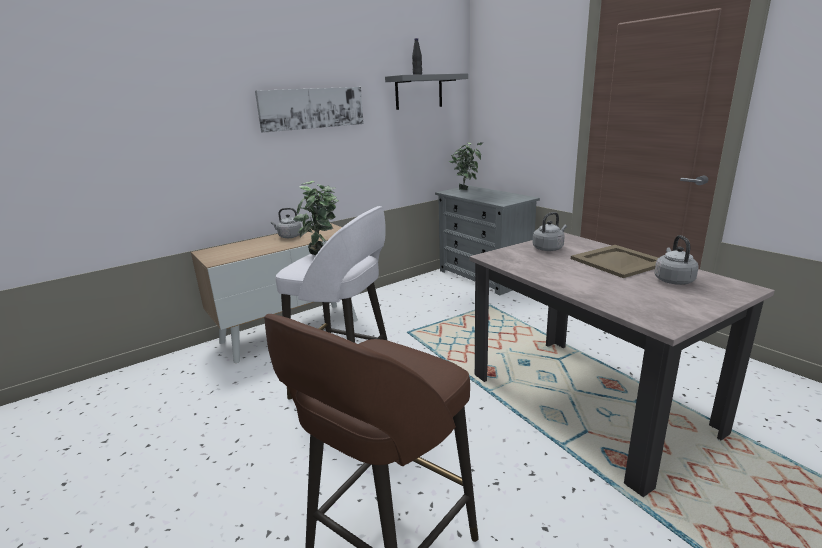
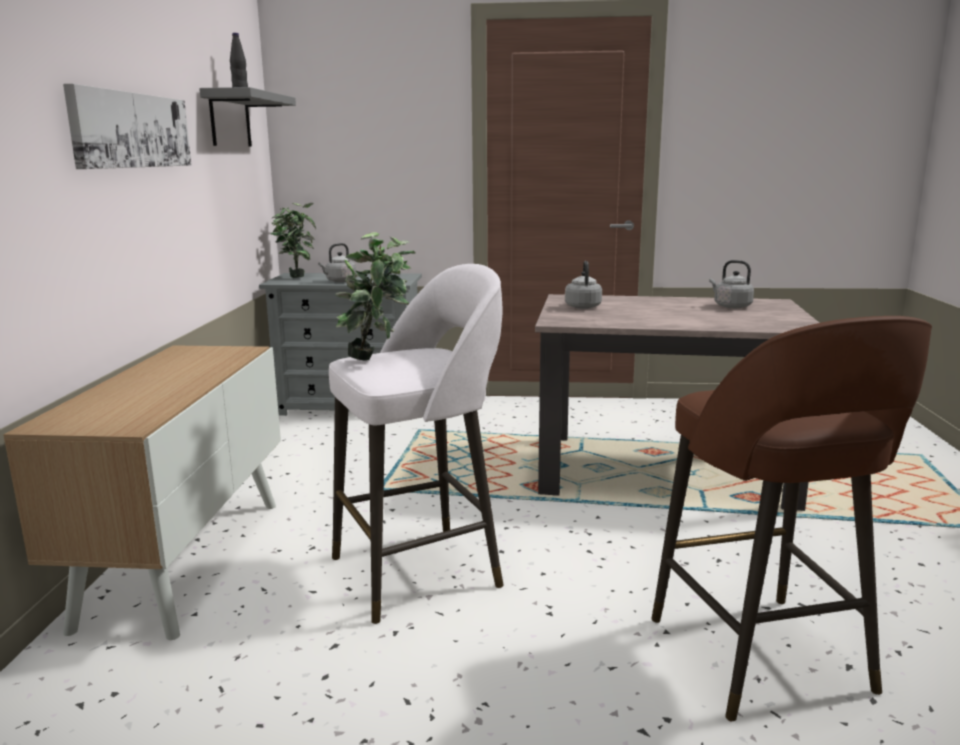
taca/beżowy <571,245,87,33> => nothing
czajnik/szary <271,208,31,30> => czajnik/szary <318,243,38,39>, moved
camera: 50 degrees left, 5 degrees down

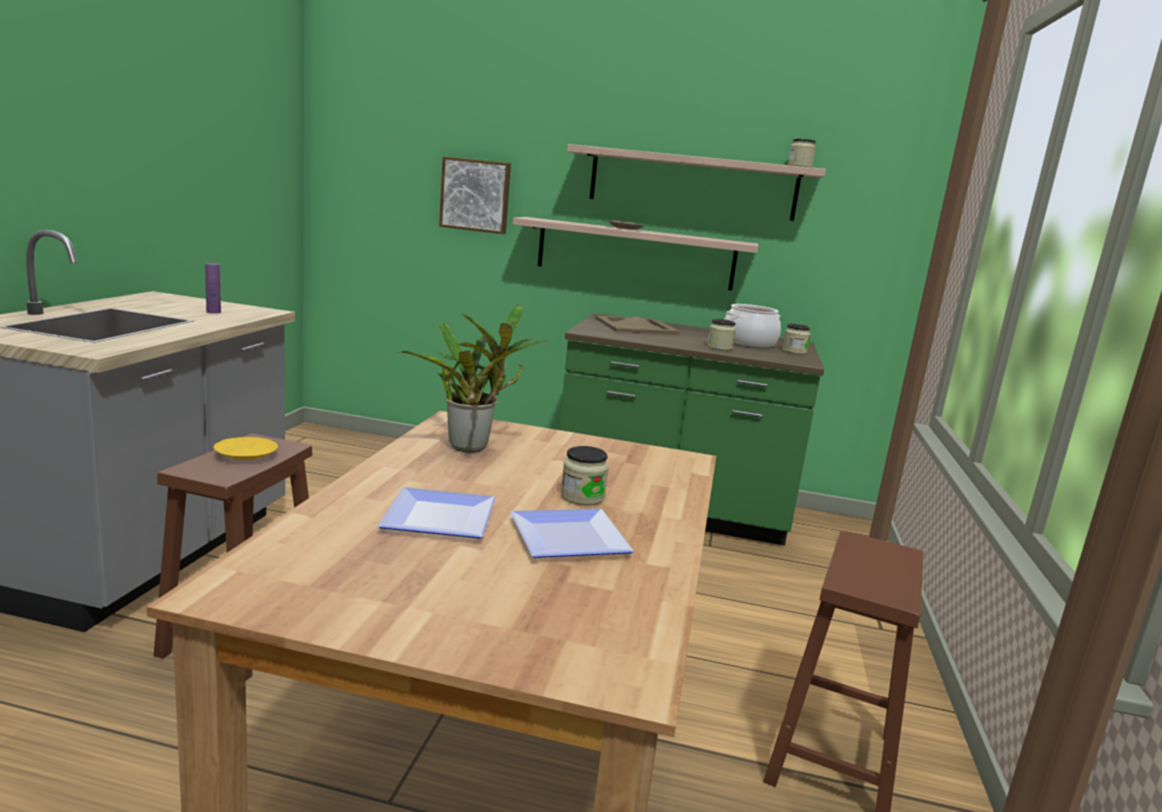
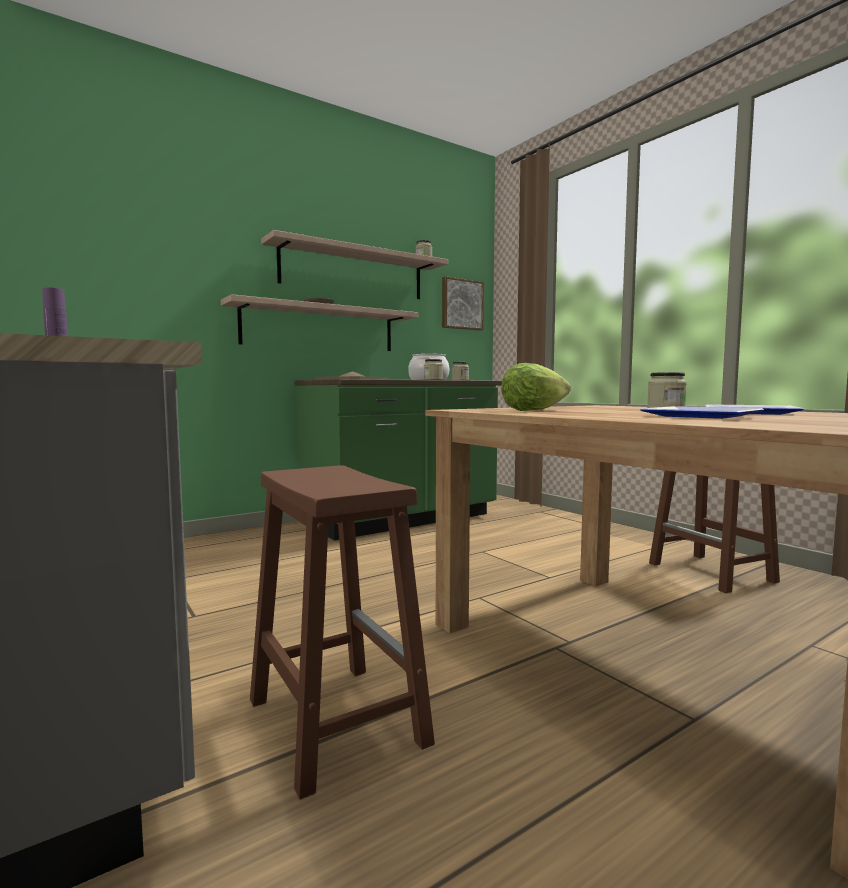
talerz/żółty <213,437,65,23> => nothing
obraz <439,156,72,78> => obraz <442,276,42,55>, moved
roślina doniczkowa <398,305,150,148> => sałata <501,363,69,48>
camera: 45 degrees left, 10 degrees down

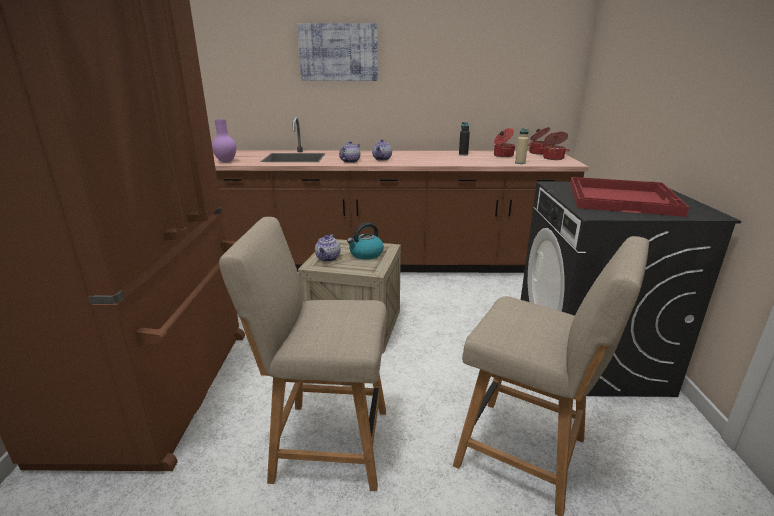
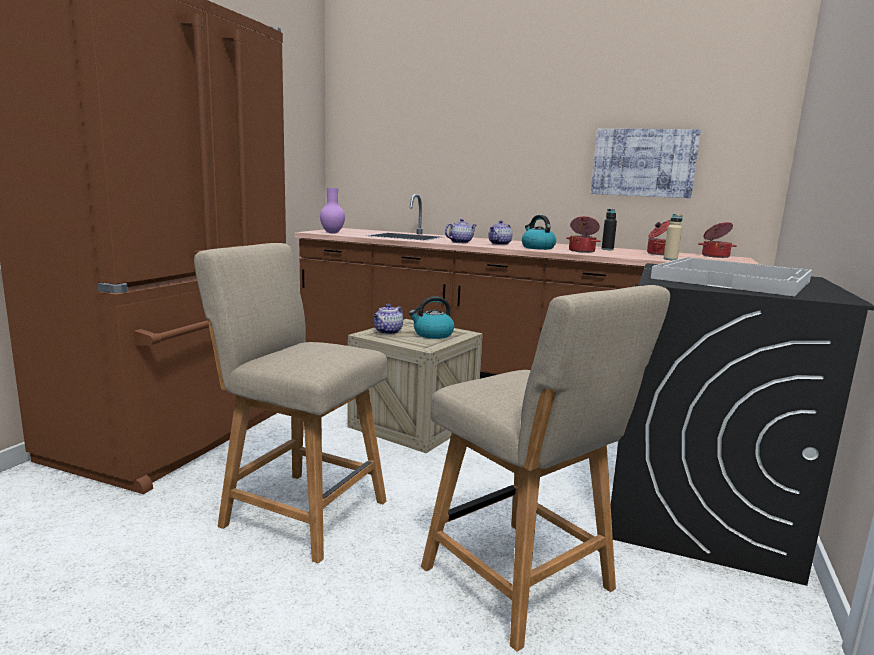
nothing => czajnik <522,215,34,35>
obraz <297,23,81,58> => obraz <591,129,110,69>, moved
garnek <540,132,30,28> => garnek <566,216,34,37>, moved
taca/czerwony <570,177,119,40> => taca/biały <651,257,161,39>
camera: 20 degrees right, 10 degrees down

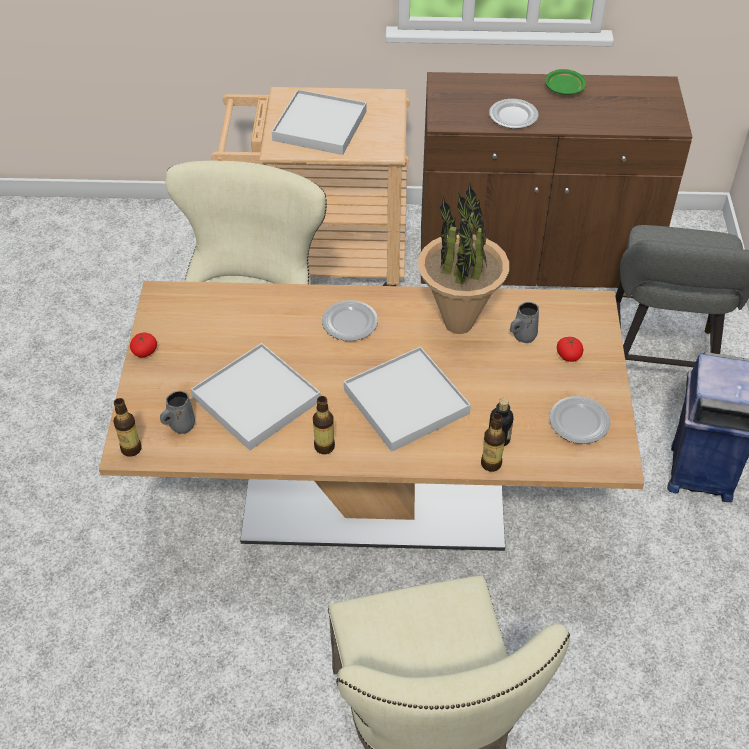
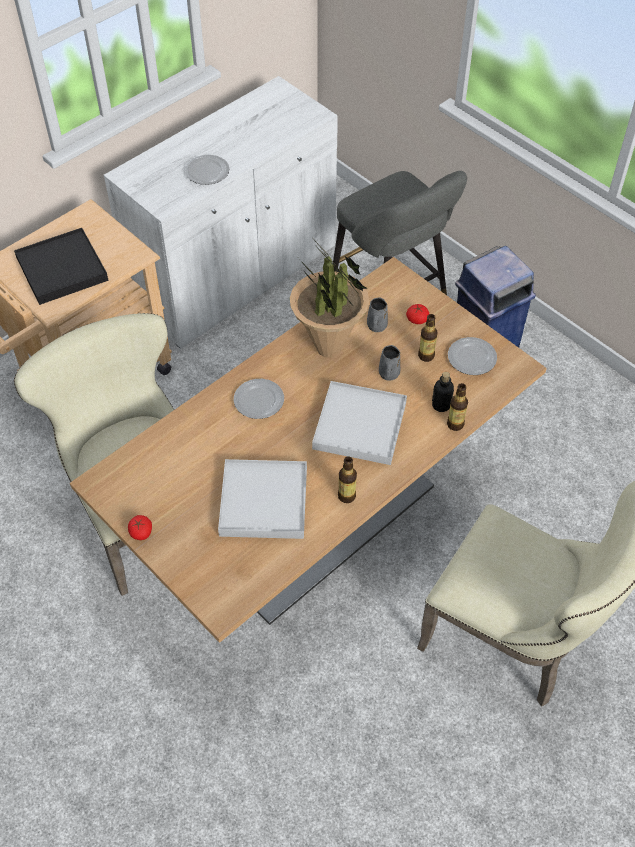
talerz/zielony <545,69,41,26> => nothing
butelka <113,398,28,59> => butelka <418,314,20,48>, moved
kubek/szary <160,391,35,43> => kubek/szary <379,345,21,36>, moved
taca/biały <272,90,94,65> => taca/czarny <14,228,95,77>
szafka/brązowy <421,72,271,216> => szafka/biały <104,76,234,272>
camera: 45 degrees left, 5 degrees up

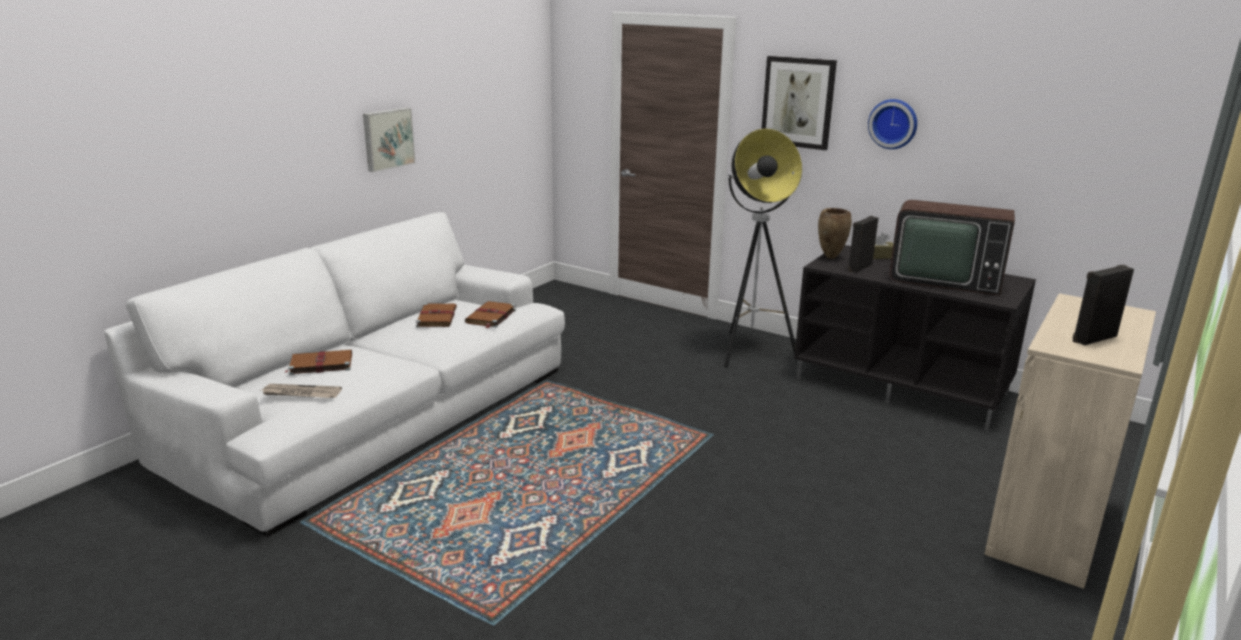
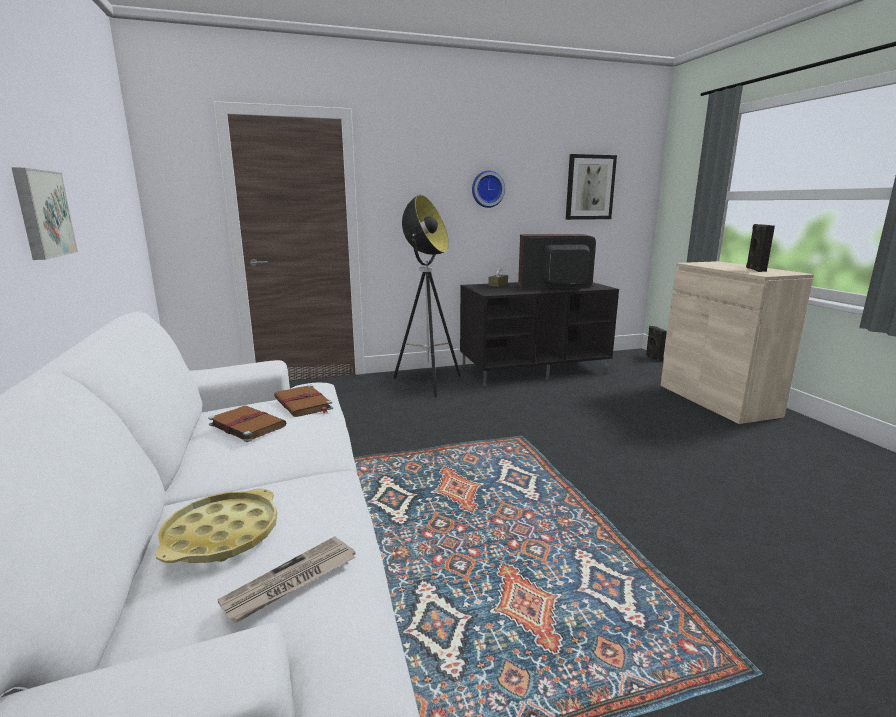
wazon/brązowy <818,208,33,51> => nothing
obraz <762,56,75,94> => obraz <566,154,51,66>, moved
głośnik/czarny <848,216,30,57> => głośnik/czarny <646,326,21,36>, moved
książka/brązowy <286,350,66,25> => taca/żółty <155,488,122,75>
telewizor <890,200,125,96> => telewizor <518,234,78,54>, 150 degrees counterclockwise
camera: 50 degrees left, 5 degrees down

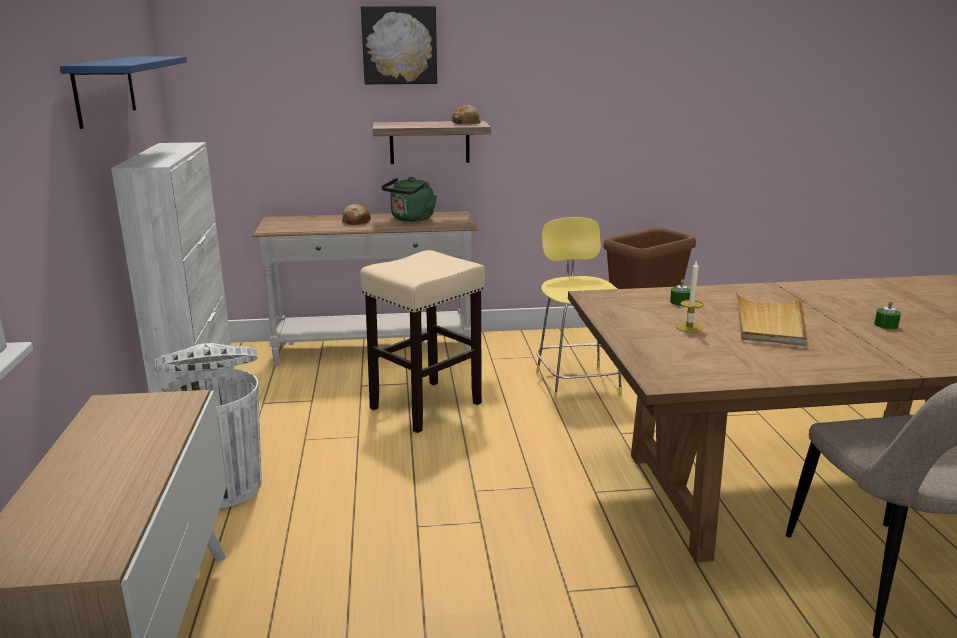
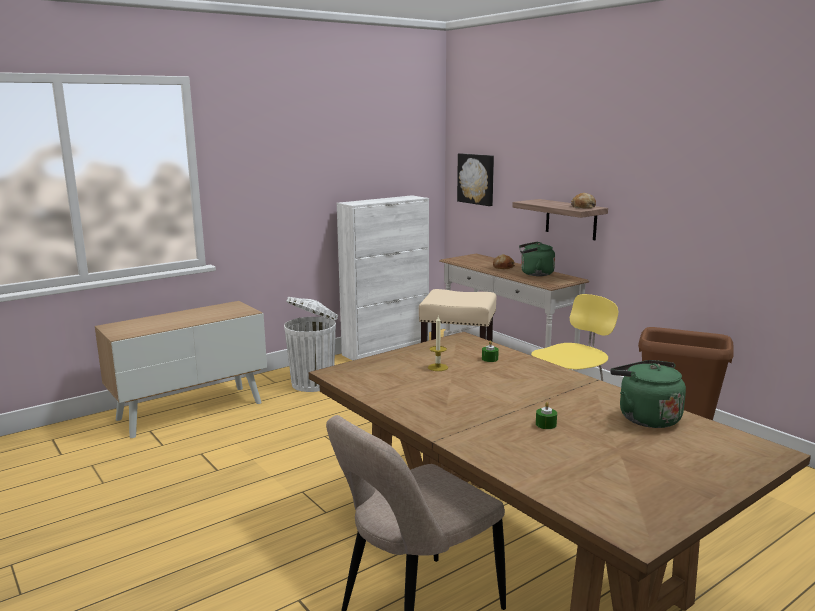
półka/niebieski <60,56,127,73> => nothing
taca/beżowy <736,291,71,55> => nothing
nothing => czajnik/zielony <610,360,76,68>
obraz <361,6,76,78> => obraz <457,153,37,53>, moved
camera: 60 degrees right, 5 degrees down

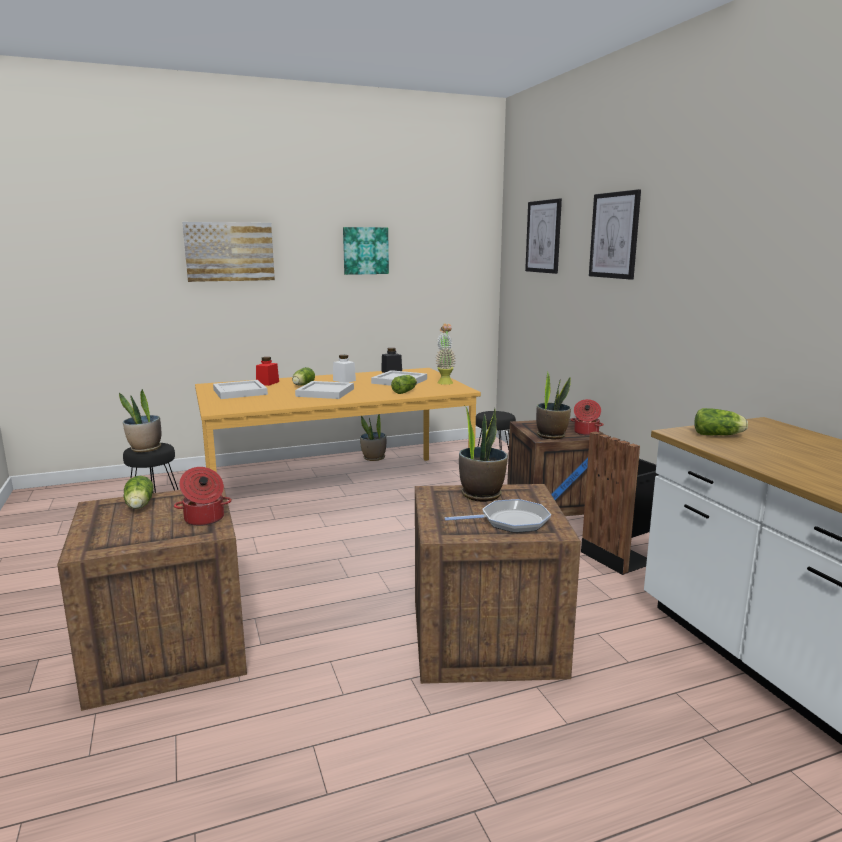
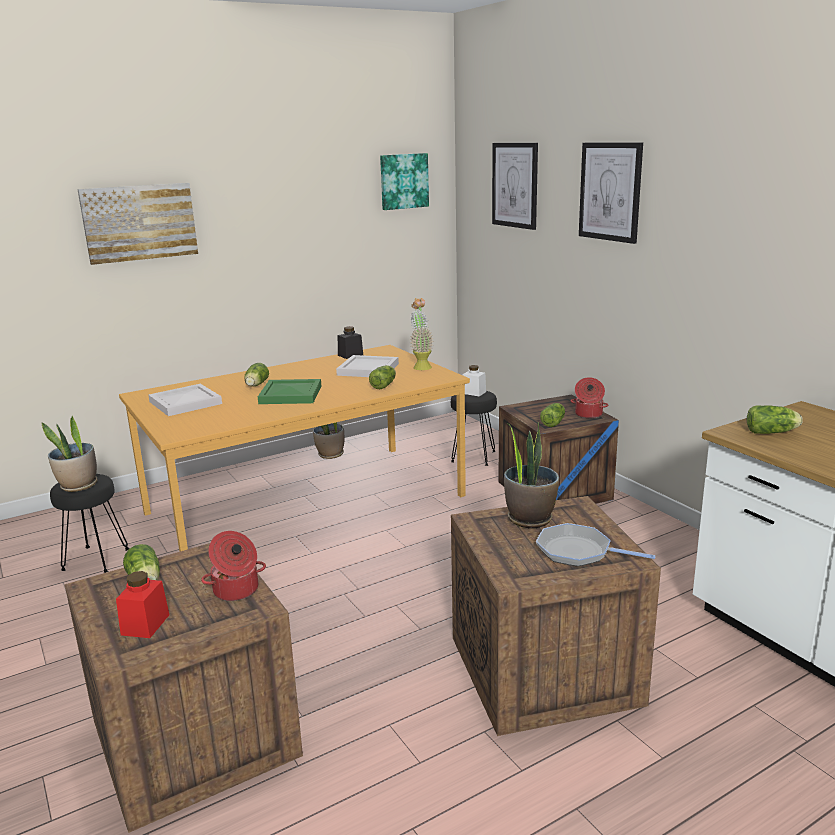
kosz na śmieci/czarny <581,431,78,144> => nothing
słoik/czerwony <256,357,23,29> => słoik/czerwony <116,571,54,67>, moved
słoik/biały <333,355,23,28> => słoik/biały <463,365,23,31>, moved
obraz <343,227,46,48> => obraz <380,153,49,57>, moved
roślina doniczkowa <536,371,35,68> => sałata <540,403,25,24>
taca/biały <295,381,59,18> => taca/zielony <258,379,63,25>
patelnia <444,499,107,34> => patelnia <536,523,120,43>, 135 degrees counterclockwise
camera: 10 degrees left, 5 degrees up

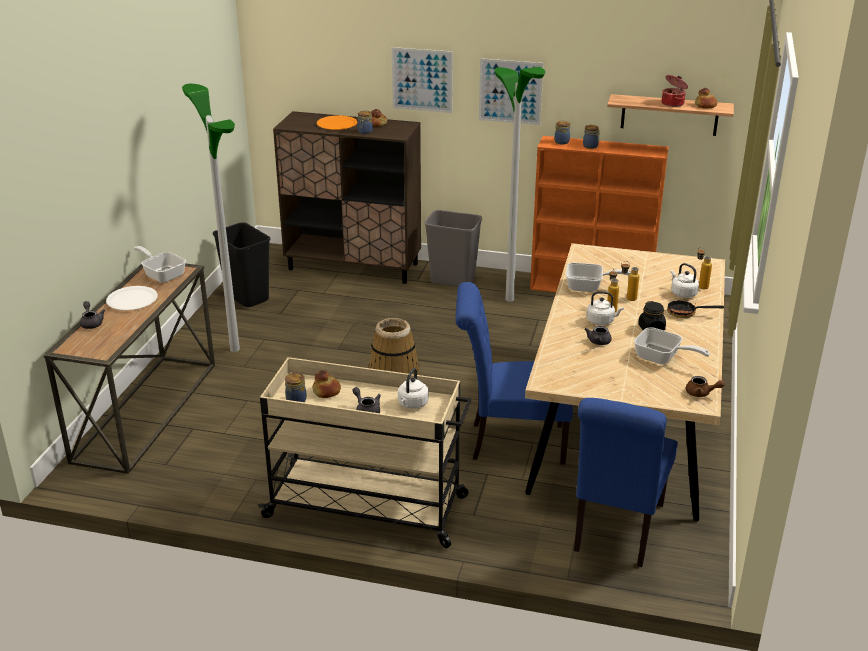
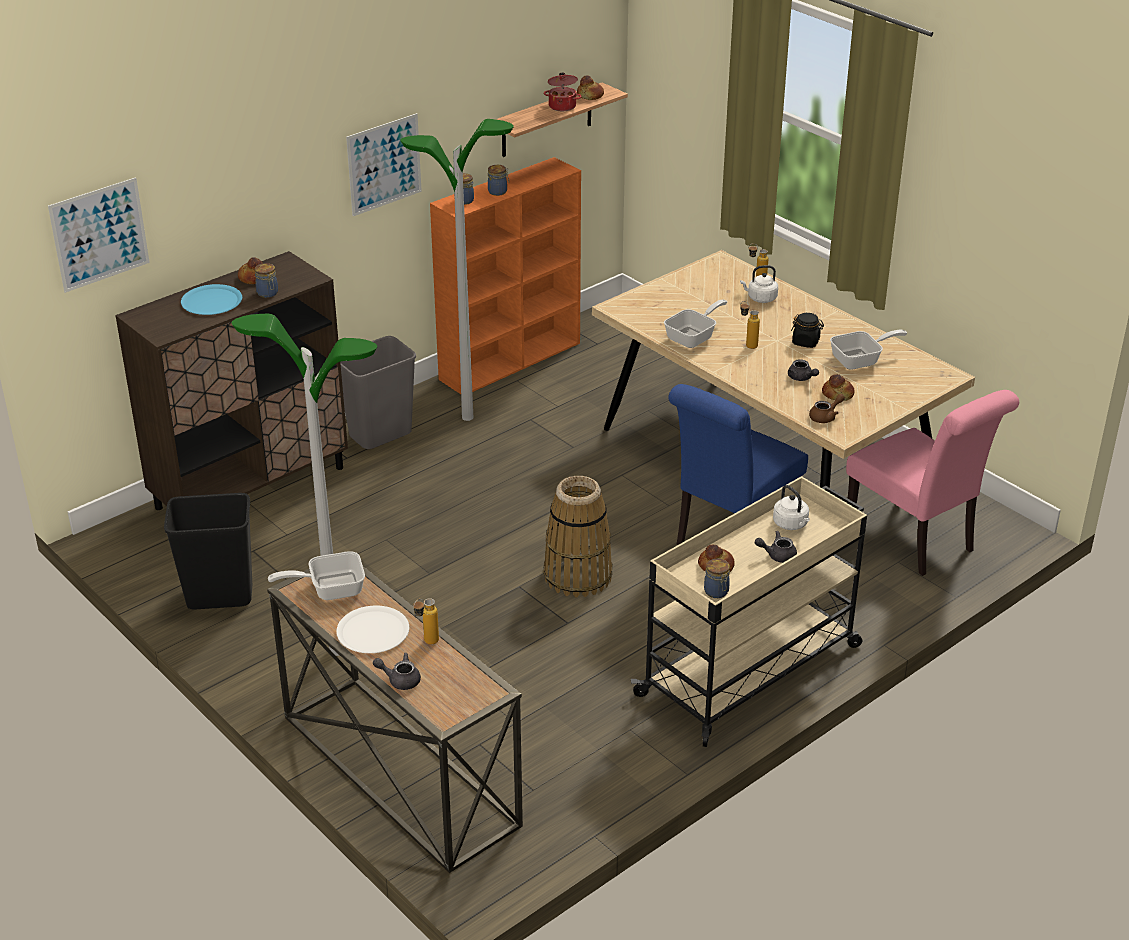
czajnik/biały <586,291,38,34> => nothing
patelnia <667,299,57,19> => nothing
nothing => chleb <822,374,33,27>
obraz <392,47,61,66> => obraz <48,177,102,116>, moved
butelka <621,261,18,40> => butelka <413,598,26,47>, moved
imbryk/brązowy <686,376,39,21> => imbryk/brązowy <809,394,36,29>, moved
talerz/pomarańczowy <317,115,40,15> => talerz/niebieski <181,284,61,31>
krzesło/niebieski <574,398,104,169> => krzesło/różowy <846,390,173,186>
camera: 55 degrees left, 5 degrees up

